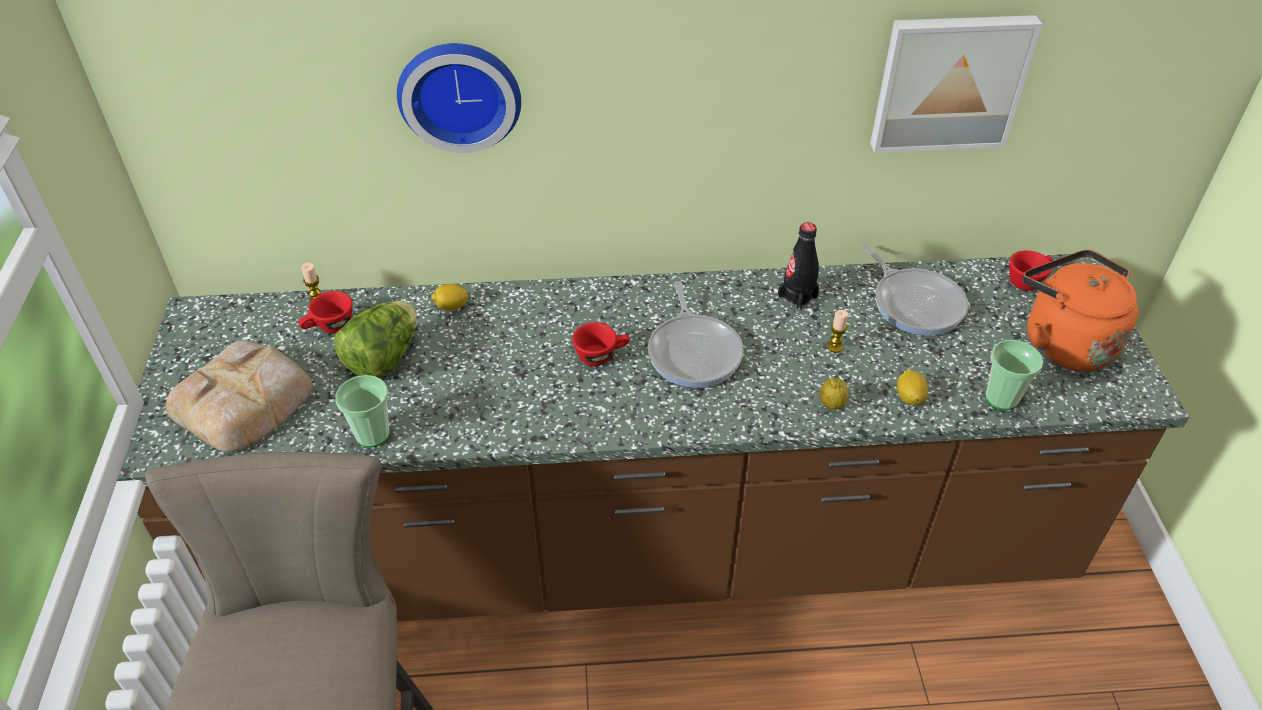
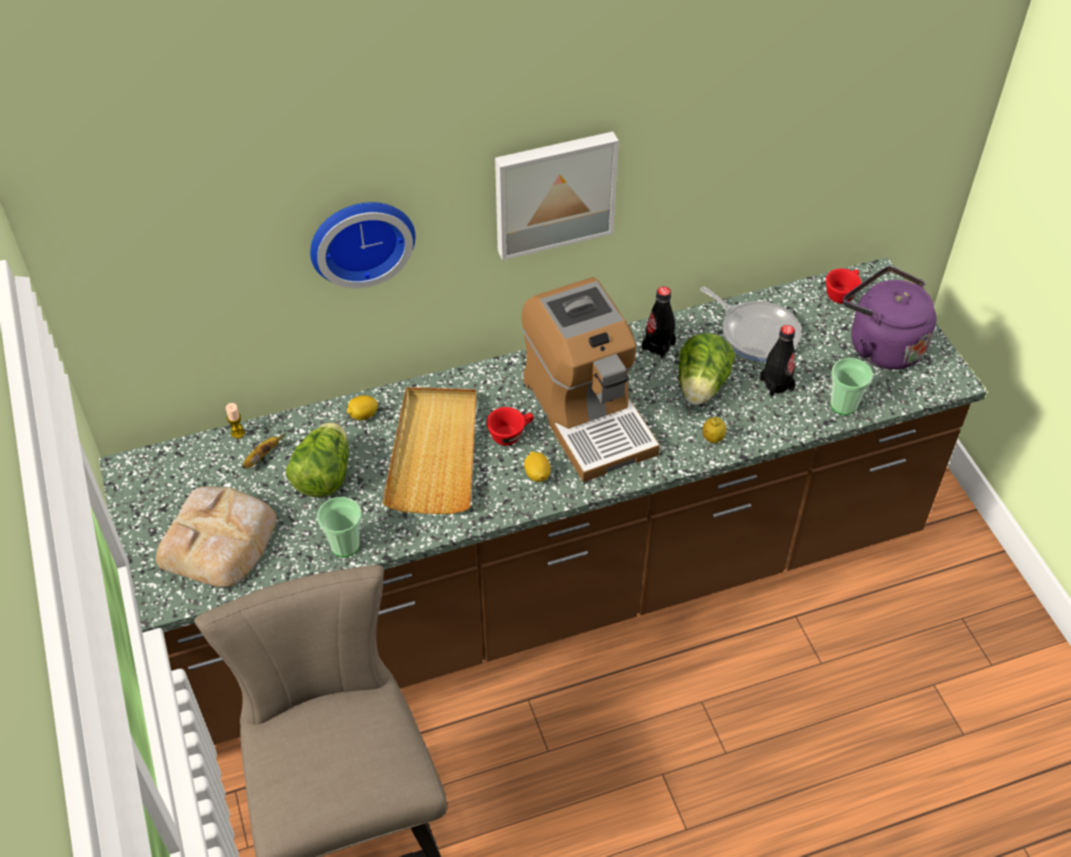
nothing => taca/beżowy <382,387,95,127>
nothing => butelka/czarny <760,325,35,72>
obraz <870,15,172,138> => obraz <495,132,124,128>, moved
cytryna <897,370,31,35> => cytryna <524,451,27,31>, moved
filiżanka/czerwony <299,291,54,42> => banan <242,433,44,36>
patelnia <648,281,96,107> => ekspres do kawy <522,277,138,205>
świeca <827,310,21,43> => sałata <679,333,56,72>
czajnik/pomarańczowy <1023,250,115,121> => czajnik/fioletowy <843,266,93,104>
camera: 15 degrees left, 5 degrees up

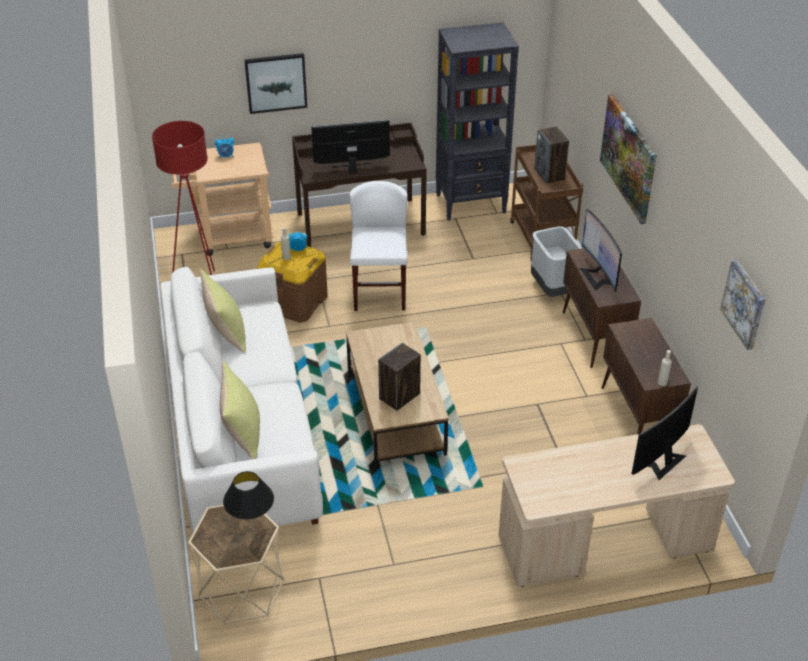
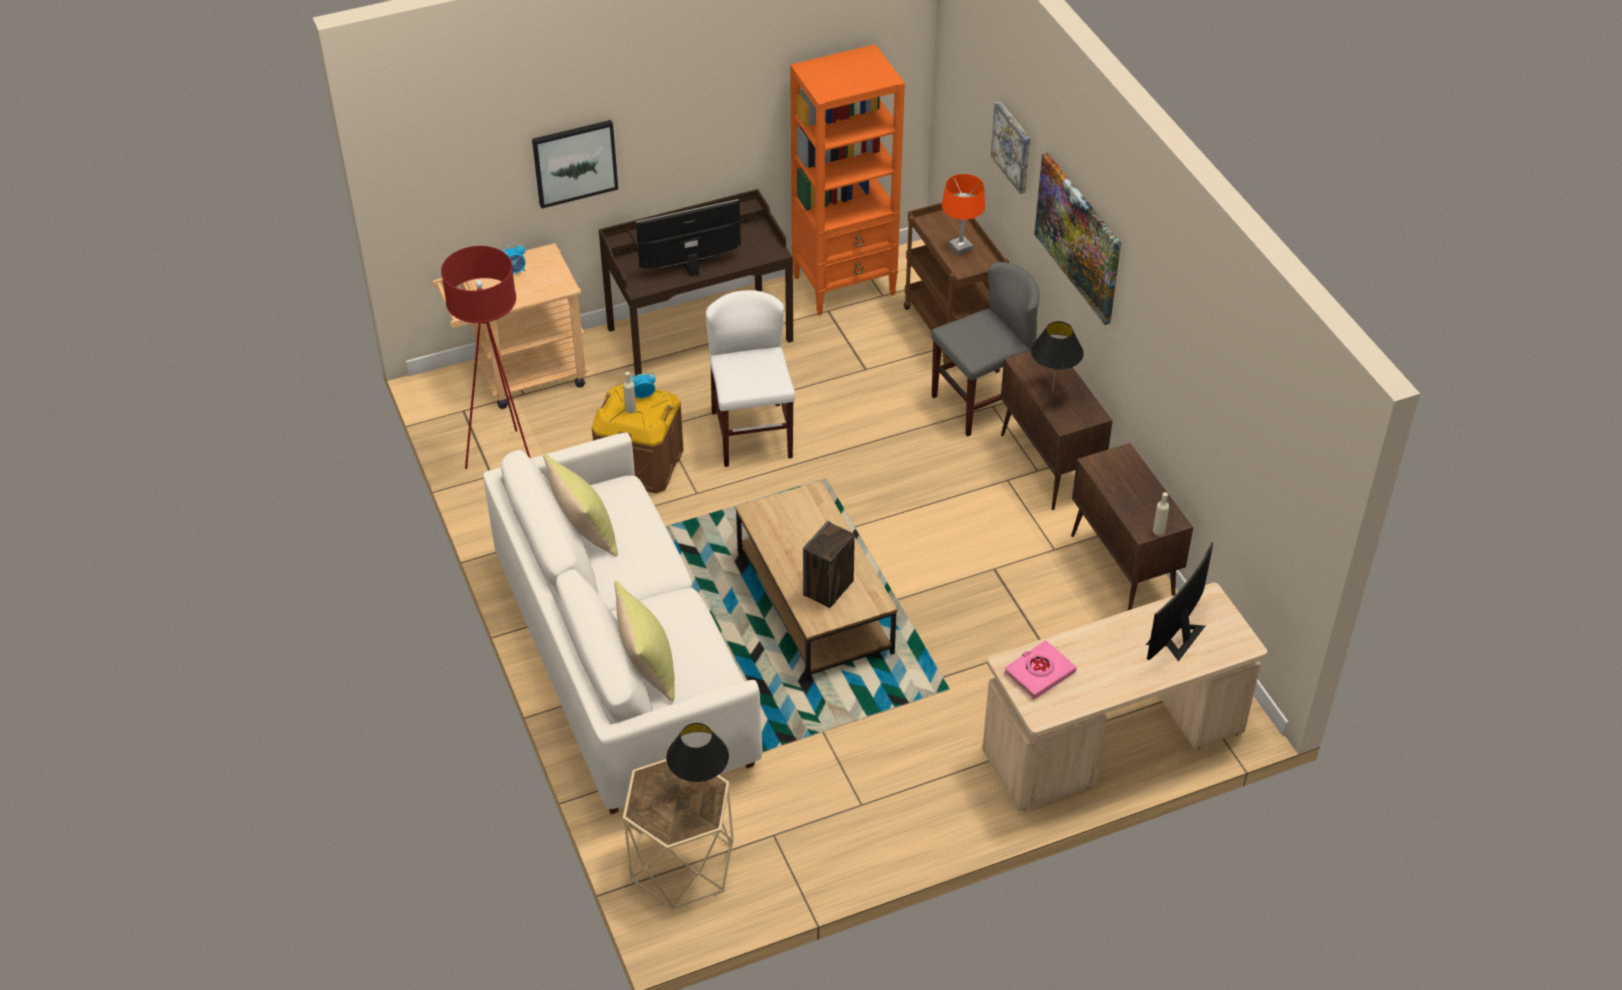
nothing => książka/różowy <1004,640,72,59>
obraz <720,259,46,91> => obraz <991,101,39,93>, moved
kosz na śmieci/szary <531,226,51,71> => krzesło/szary <931,262,108,174>
głośnik <534,127,35,57> => lampa stołowa/pomarańczowy <942,174,43,81>
monitor <580,209,42,83> => lampa stołowa/czarny <1031,321,53,72>
regał/czarny <436,22,83,199> => regał/pomarańczowy <790,44,115,271>
camera: 10 degrees left, 5 degrees up

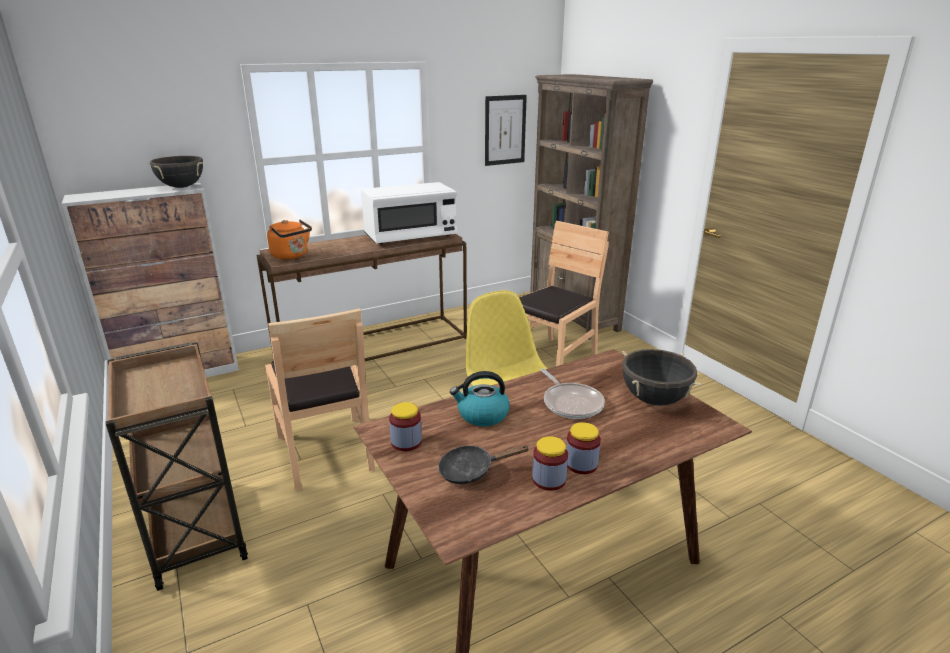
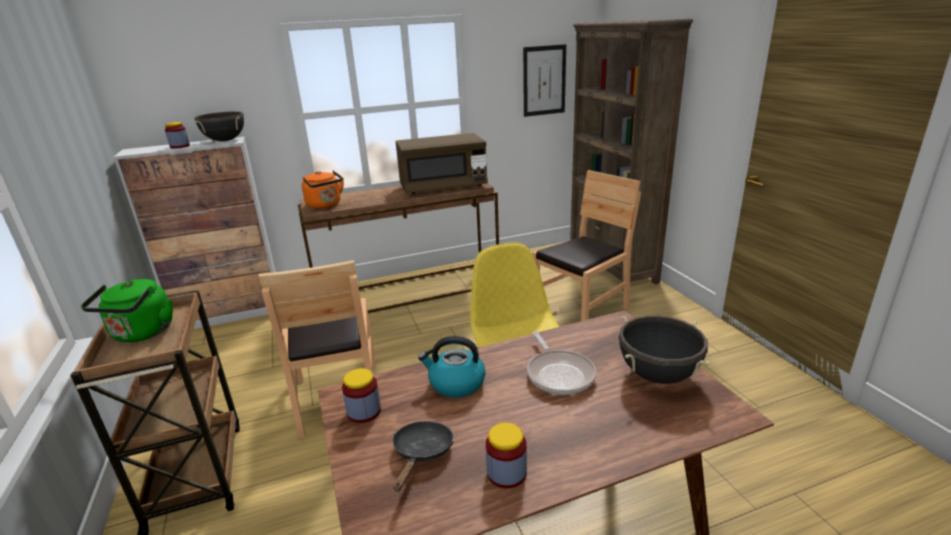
nothing => czajnik/zielony <81,279,92,63>
słoik <566,422,35,52> => słoik <165,122,25,27>, moved
mikrofalówka/biały <361,182,96,62> => mikrofalówka/brązowy <396,133,92,61>
patelnia/czarny <438,445,92,39> => patelnia/czarny <392,421,61,71>, 105 degrees clockwise
camera: 10 degrees right, 0 degrees up

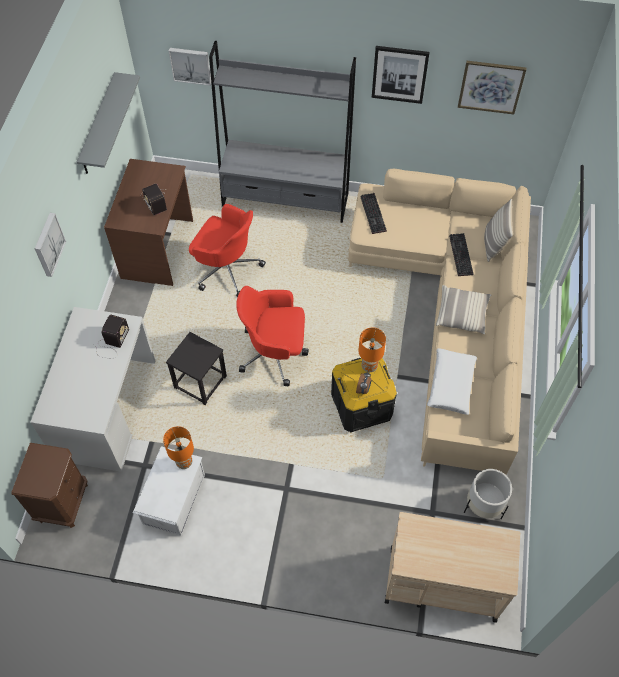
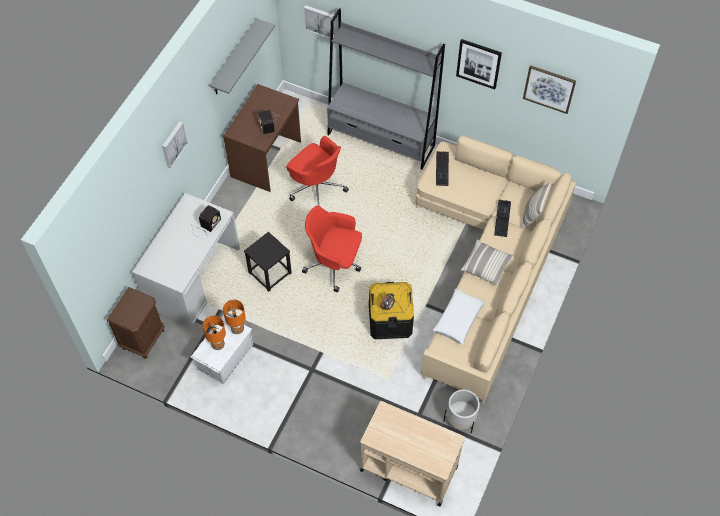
lampa stołowa/pomarańczowy <358,327,28,45> => lampa stołowa/pomarańczowy <202,315,24,35>, moved
camera: 15 degrees right, 0 degrees up

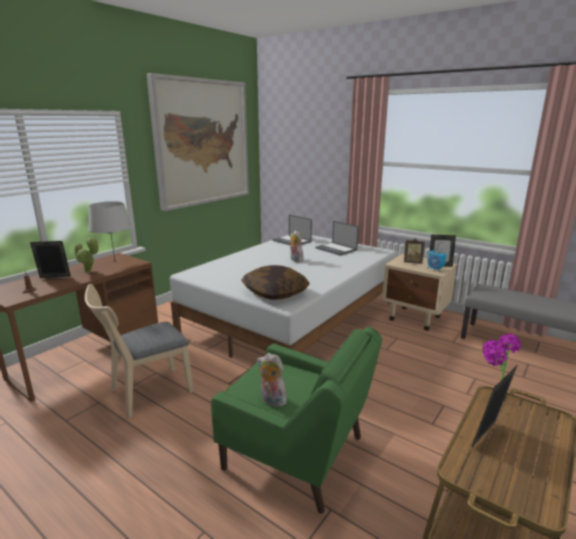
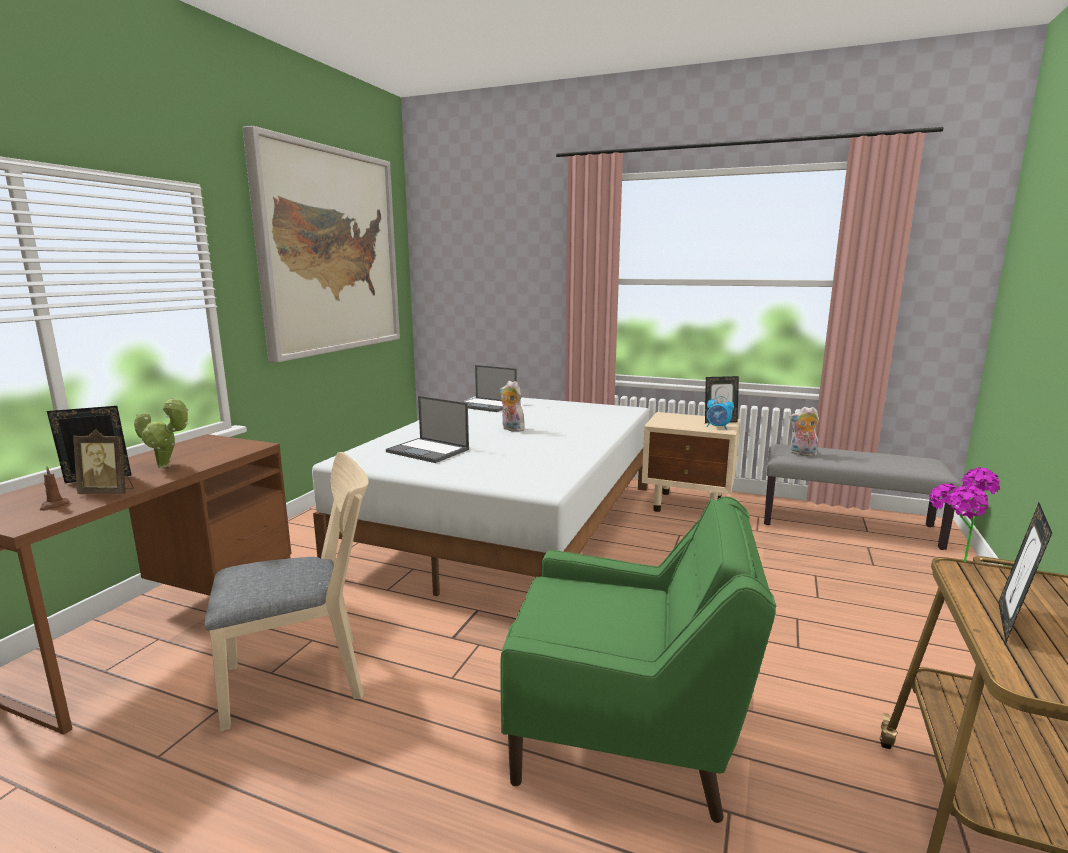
lampa stołowa/szary <89,201,42,58> => nothing
poduszka <242,265,68,35> => nothing
pluszak <257,353,30,54> => pluszak <789,407,30,49>, moved
laptop <315,221,44,35> => laptop <386,396,83,67>, moved
ramka na zdjęcie <404,238,21,26> => ramka na zdjęcie <73,429,61,65>, moved
krzesło/beżowy <85,284,109,134> => krzesło/beżowy <205,452,164,279>, 150 degrees counterclockwise
camera: 15 degrees left, 5 degrees down

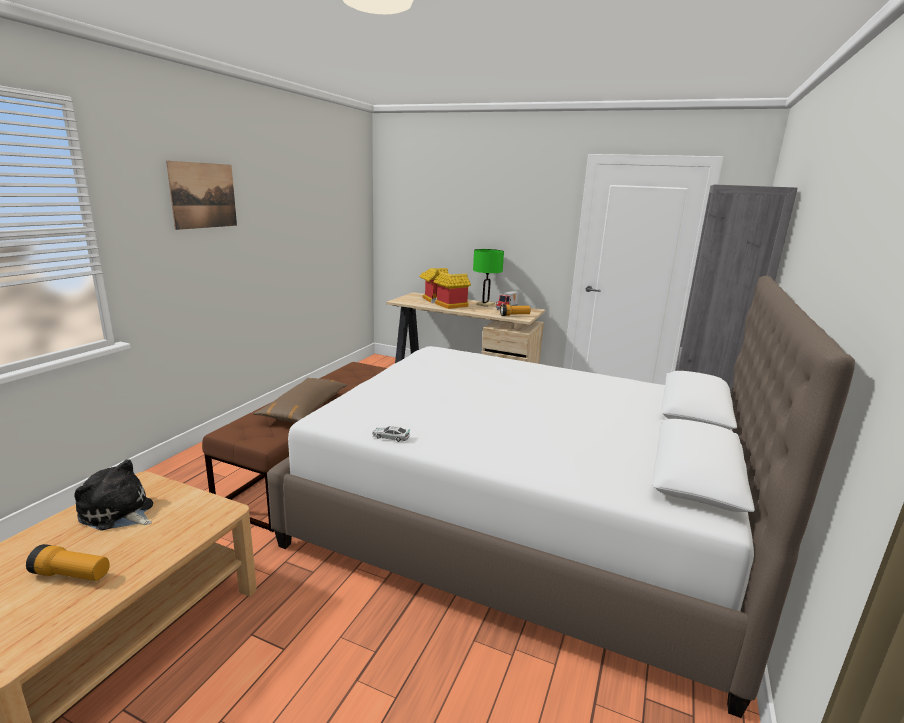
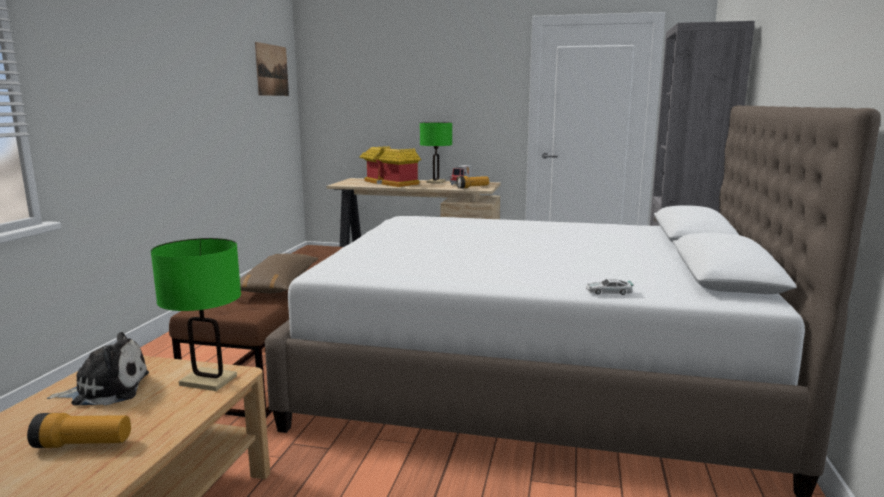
nothing => lampa stołowa/zielony <151,238,90,153>
obraz <166,161,71,69> => obraz <255,42,34,54>, moved
samochodzik <372,426,39,16> => samochodzik <586,279,48,16>, moved
pluszak <74,459,79,72> => pluszak <47,332,102,74>, 150 degrees clockwise
camera: 10 degrees left, 5 degrees down

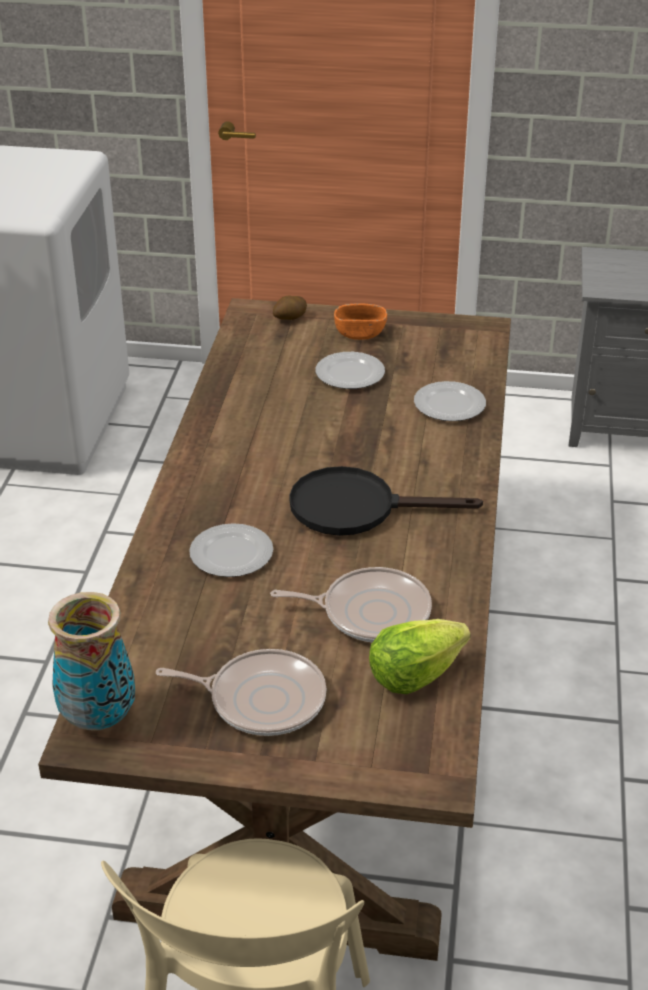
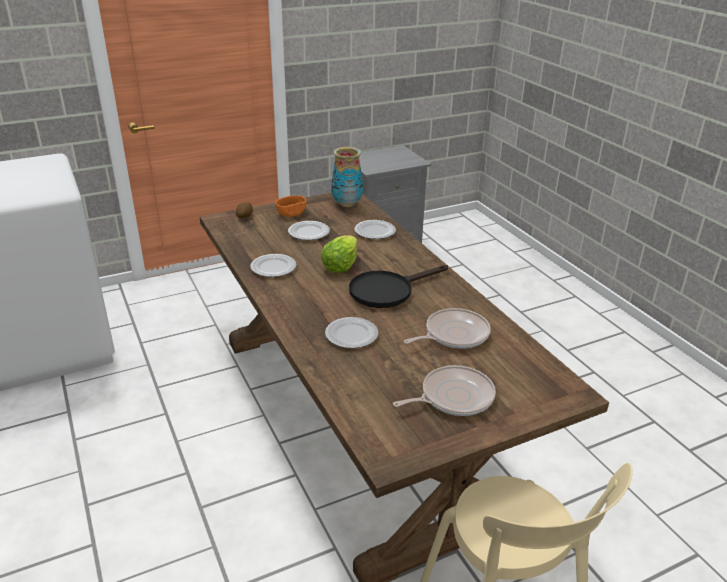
nothing => talerz <250,254,47,23>
wazon <48,592,87,139> => wazon <331,147,32,60>, moved
sałata <369,619,101,75> => sałata <321,235,36,38>, moved
camera: 35 degrees left, 5 degrees down

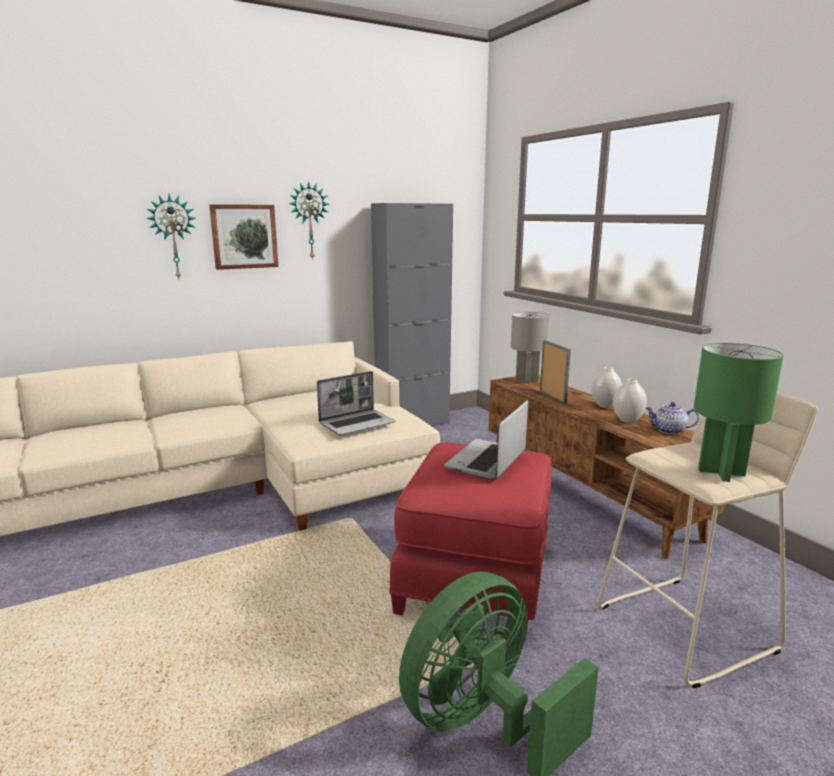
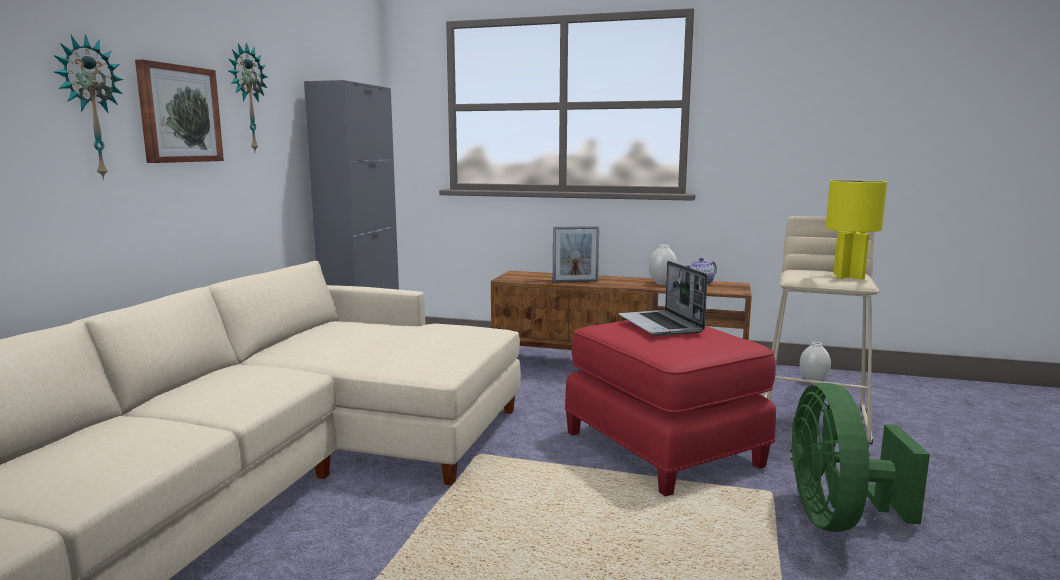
laptop <317,371,78,64> => nothing
lampa stołowa/szary <511,312,38,72> => nothing
wazon/biały <591,367,31,41> => wazon/biały <800,342,31,39>, moved
lampa stołowa/zielony <694,343,89,139> => lampa stołowa/żółty <826,180,61,100>
ramka na zdjęcie <540,340,31,65> => ramka na zdjęcie <553,226,46,56>, 150 degrees clockwise
camera: 45 degrees left, 5 degrees down

